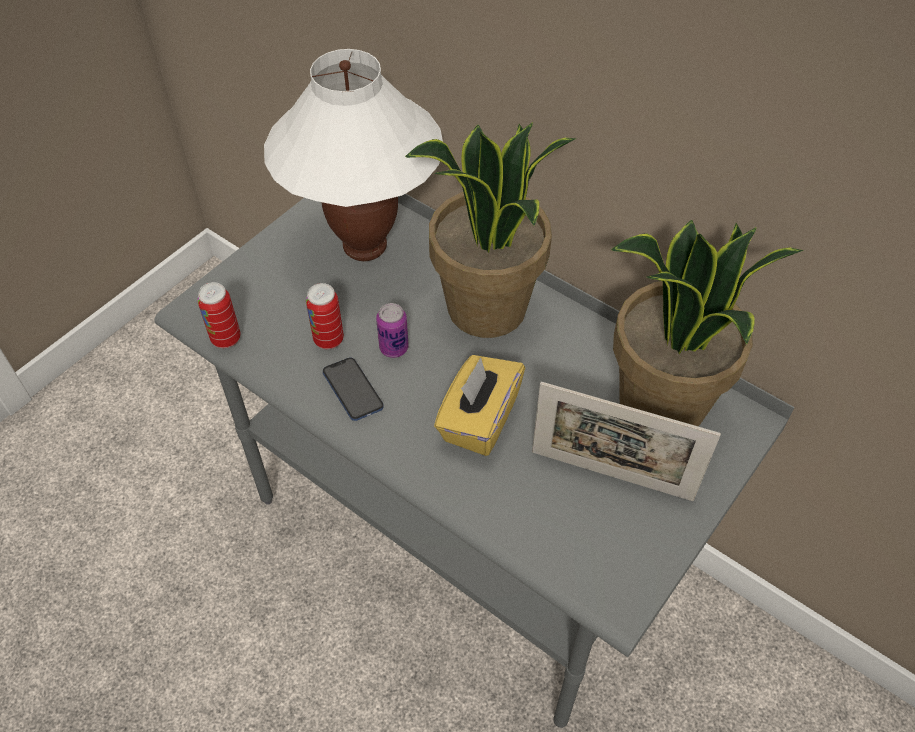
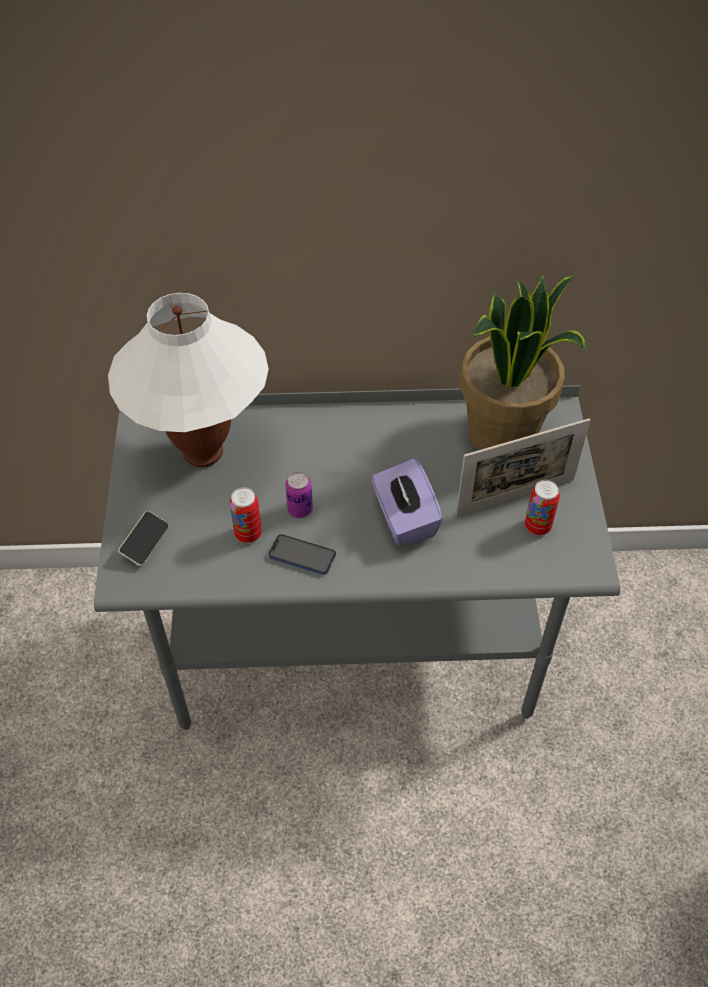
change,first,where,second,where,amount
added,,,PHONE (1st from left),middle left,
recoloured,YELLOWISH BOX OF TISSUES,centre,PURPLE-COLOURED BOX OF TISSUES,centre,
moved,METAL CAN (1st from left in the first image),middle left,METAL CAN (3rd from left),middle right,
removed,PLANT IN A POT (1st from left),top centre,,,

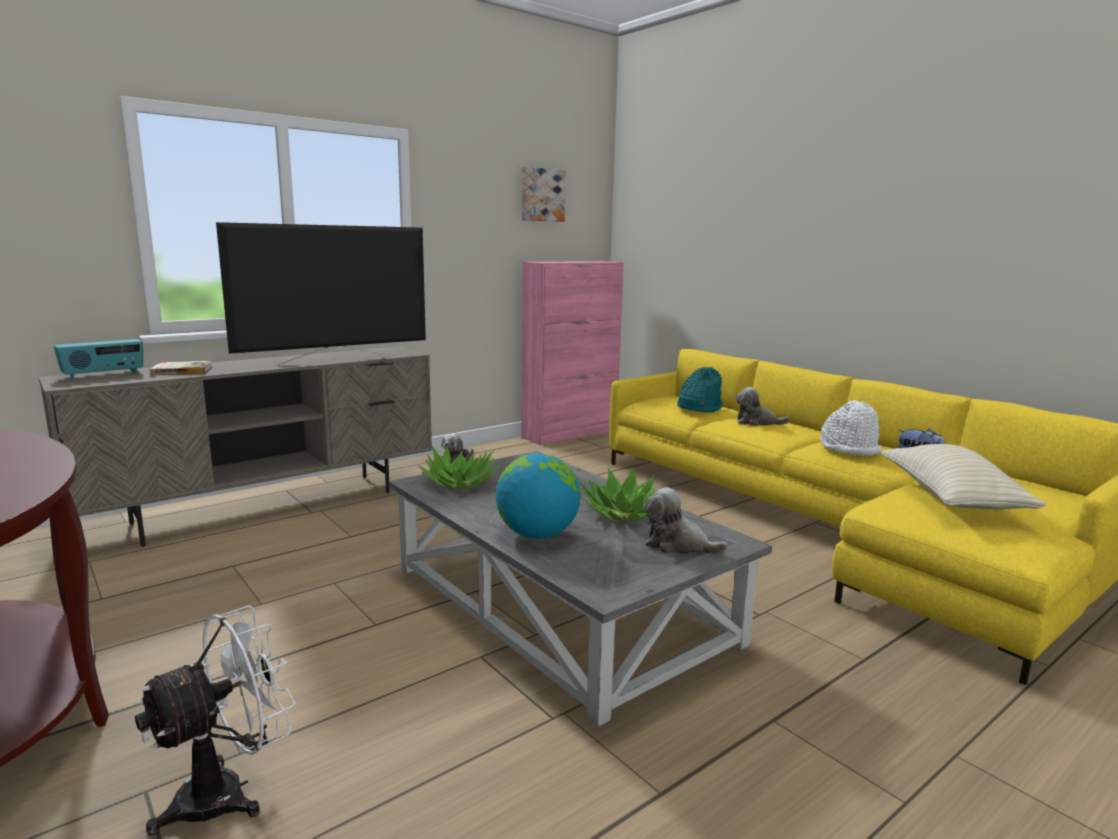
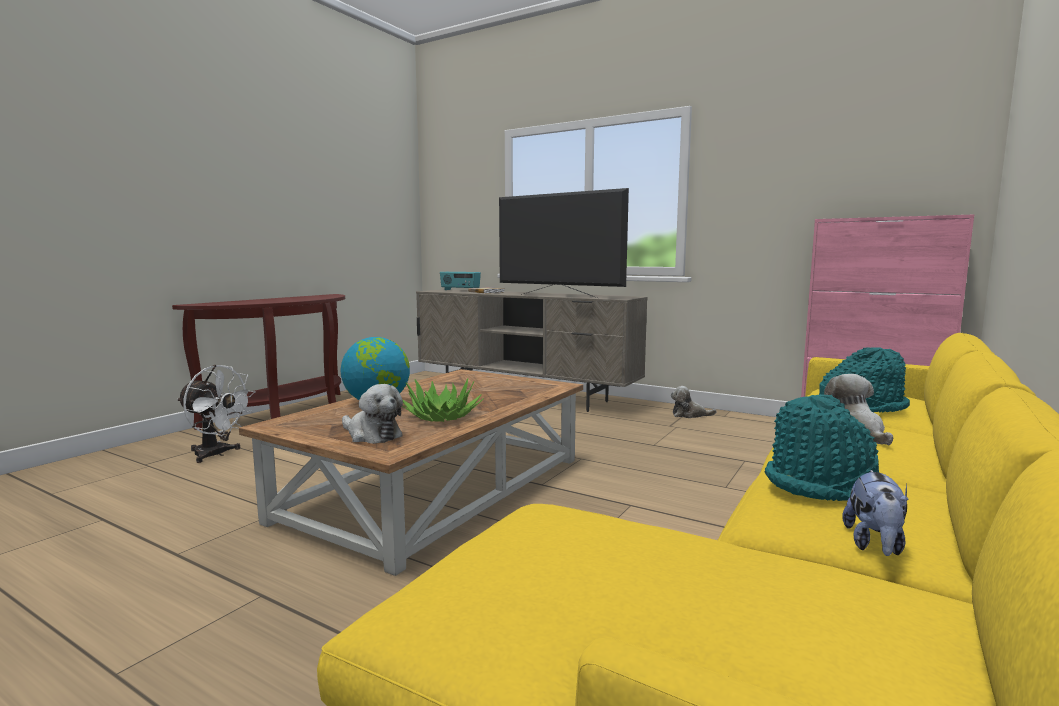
change,first,where,second,where,amount
recoloured,GREY LOW TABLE,bottom centre,BROWN LOW TABLE,bottom centre,
turned,CUDDLY TOY (2nd from left in the first image),centre,CUDDLY TOY (1st from left),centre,120 degrees clockwise
recoloured,WHITE-COLOURED HAT,middle right,BLUE-GREEN HAT (1st from left),middle right,
removed,PLANT IN A POT (1st from left),centre,,,
removed,PICTURE,top centre,,,
removed,BEIGE-COLOURED PILLOW,middle right,,,

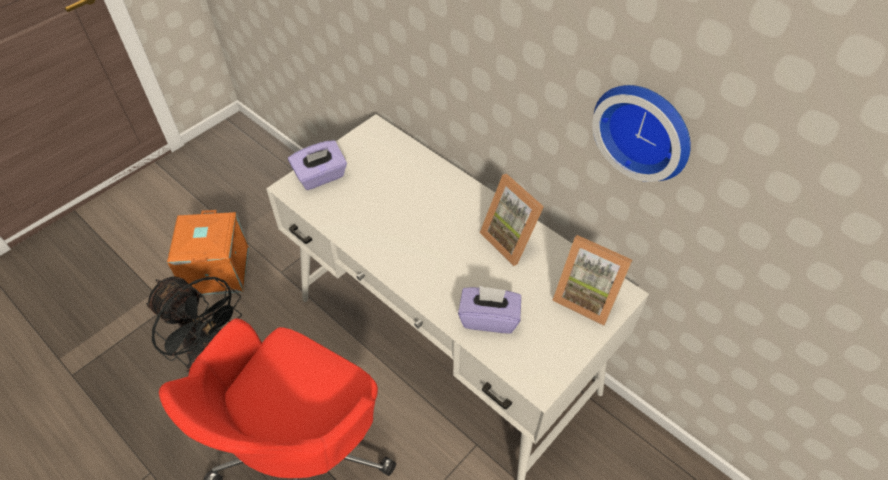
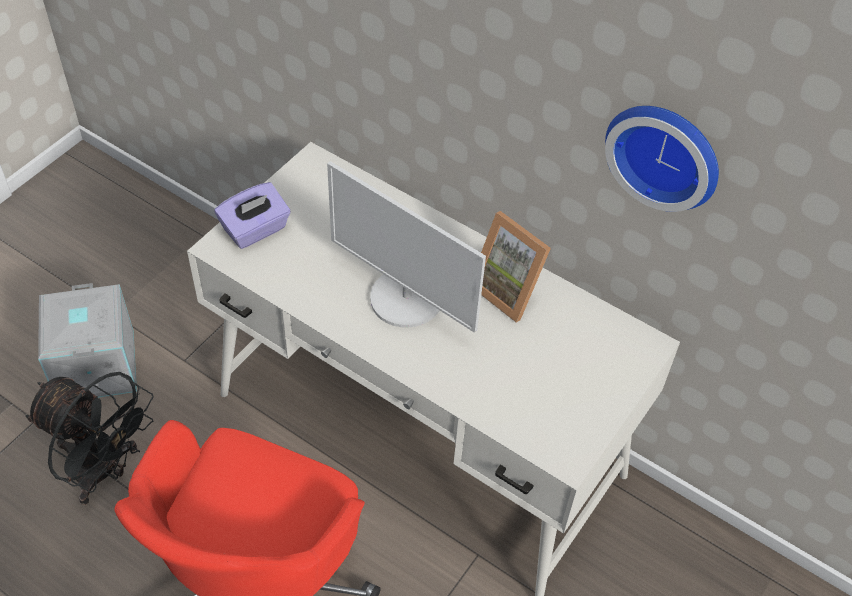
change,first,where,second,where,amount
recoloured,ORANGE STORAGE BOX,middle left,GREY STORAGE BOX,middle left,
added,,,COMPUTER SCREEN,centre,
removed,PURPLE-COLOURED BOX OF TISSUES (2nd from left),centre,,,
removed,STANDING FRAME (2nd from left),middle right,,,

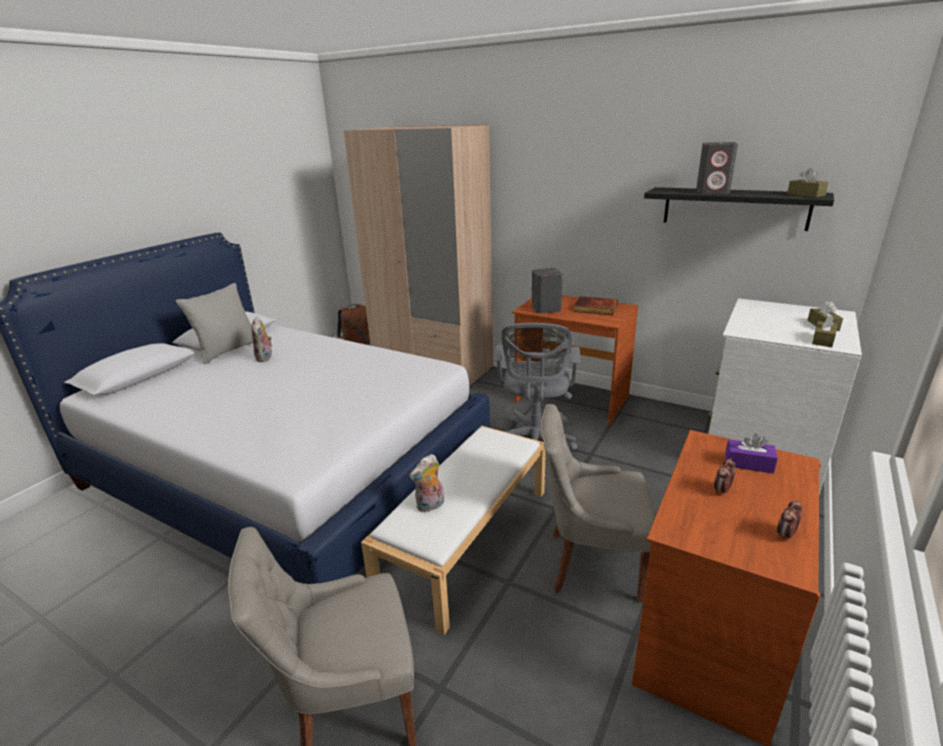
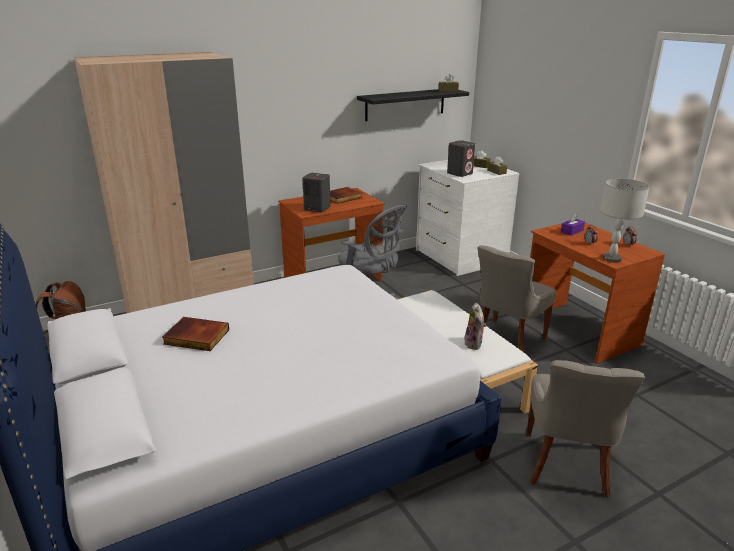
change,first,where,second,where,amount
replaced,CUDDLY TOY (1st from left),middle left,VOLUME (1st from left),middle left,
moved,GREY SPEAKER (2nd from left),top right,,top centre,
added,,,GREY LAMP FOR A TABLE,middle right,
removed,GREY PILLOW,middle left,,,

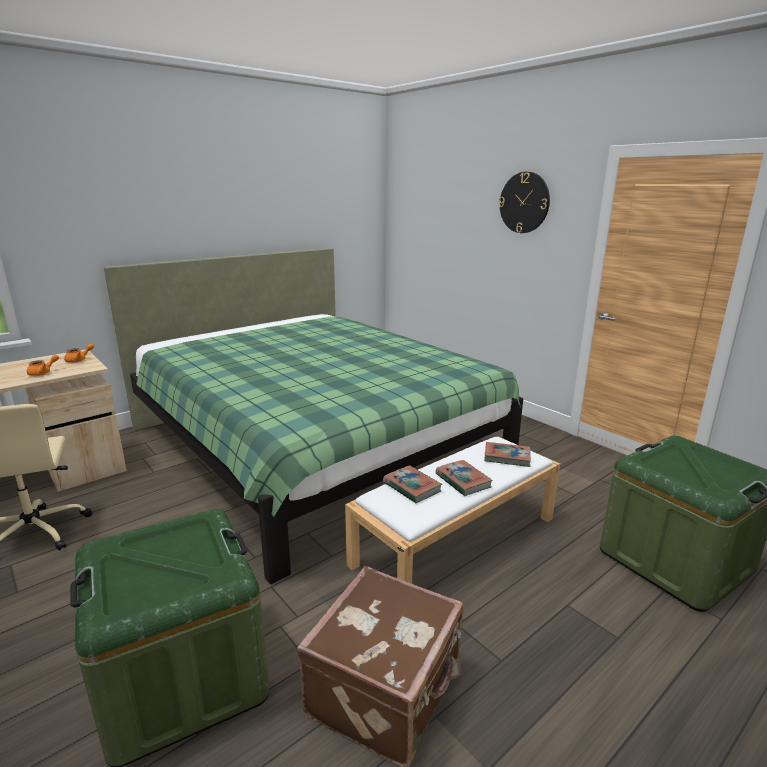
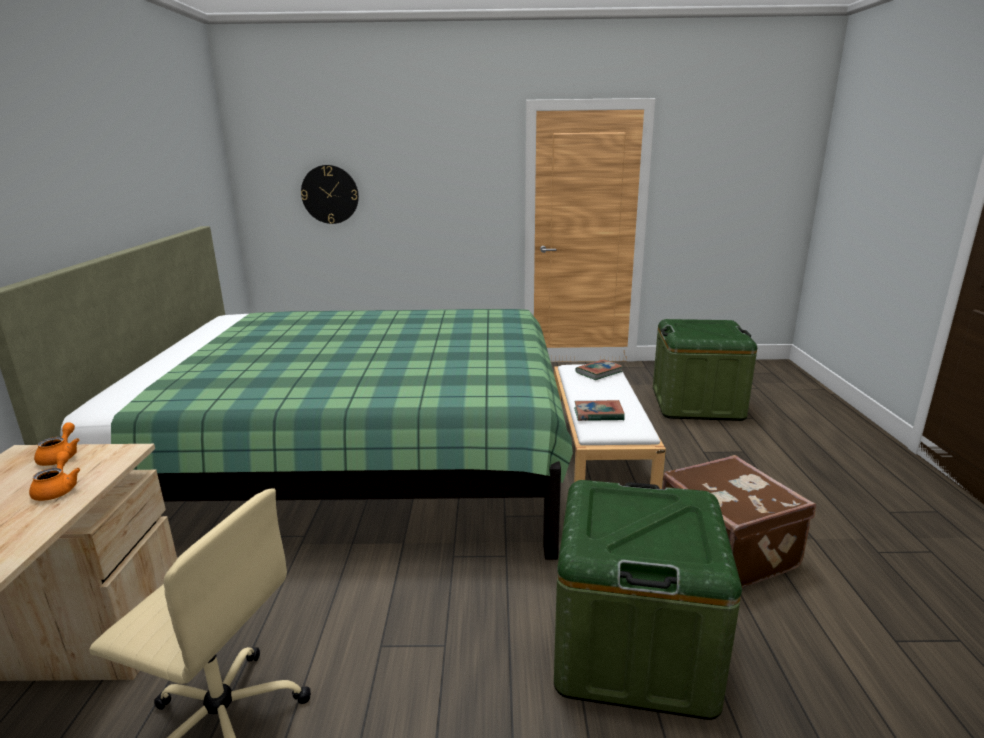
change,first,where,second,where,amount
moved,CLOCK ON THE WALL,top right,,top centre,
removed,VOLUME (2nd from left),centre,,,

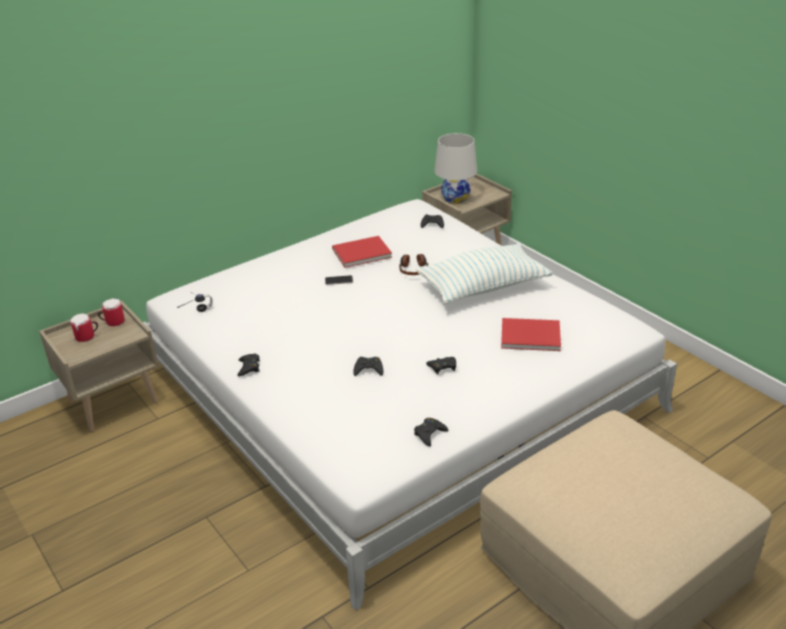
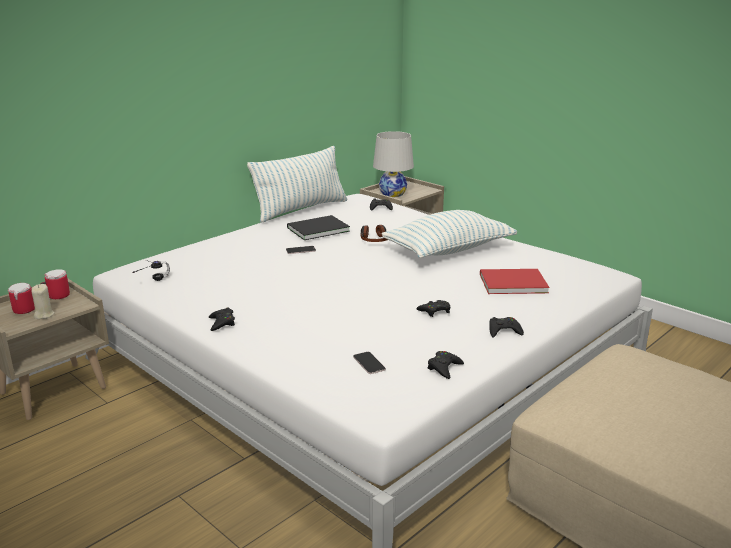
change,first,where,second,where,amount
added,,,BEIGE-COLOURED WAX LIGHT,middle left,
added,,,PILLOW (1st from left),centre,
recoloured,RED-COLOURED VOLUME (1st from left),centre,BLACK VOLUME,centre,
added,,,PHONE (2nd from left),centre,
moved,BLACK GAME CONTROLLER (2nd from left in the first image),centre,BLACK GAME CONTROLLER (5th from left),middle right,

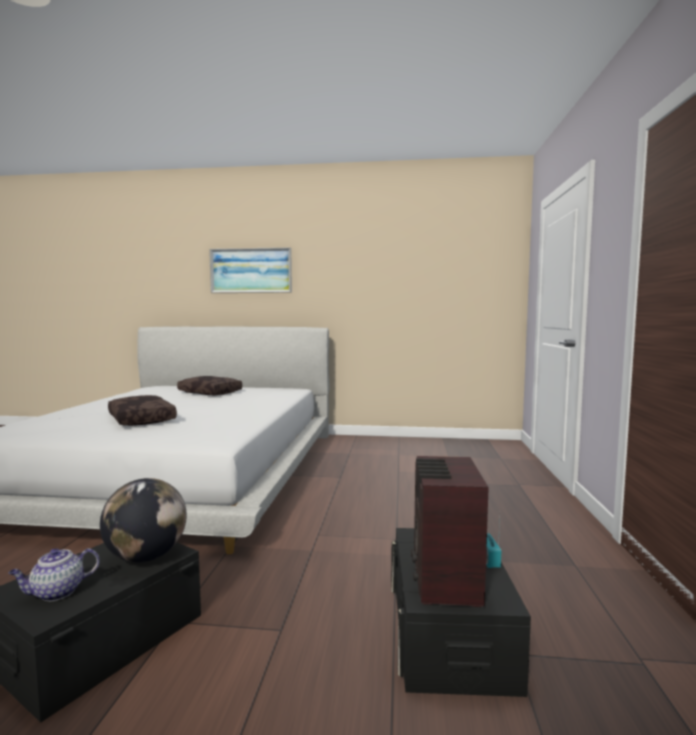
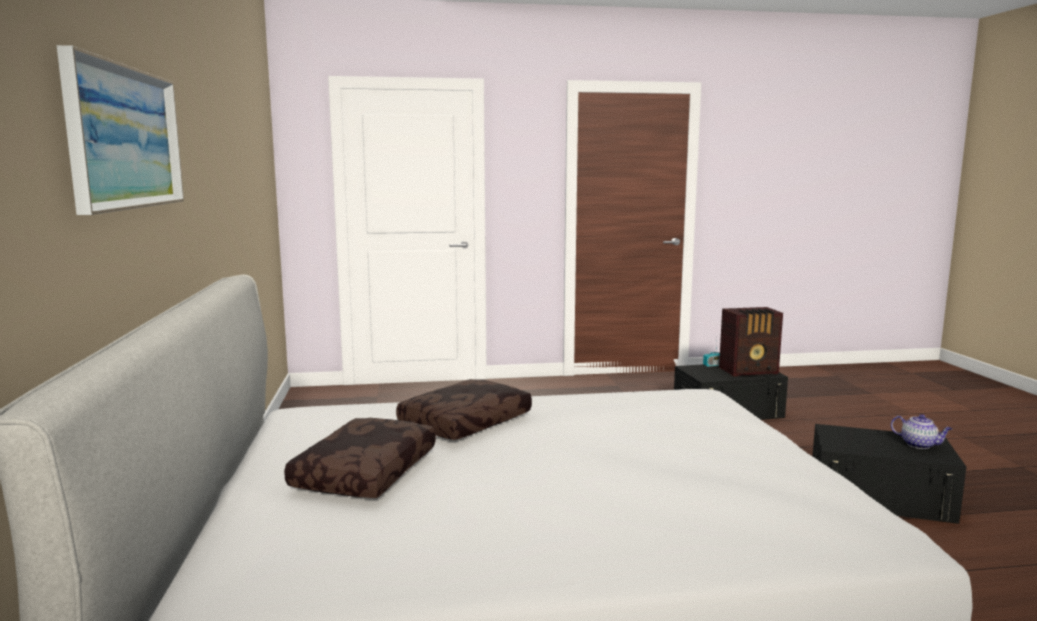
change,first,where,second,where,amount
moved,BROWN PILLOW (1st from left in the first image),middle left,BROWN PILLOW (2nd from left),centre,
removed,GLOBE,bottom left,,,

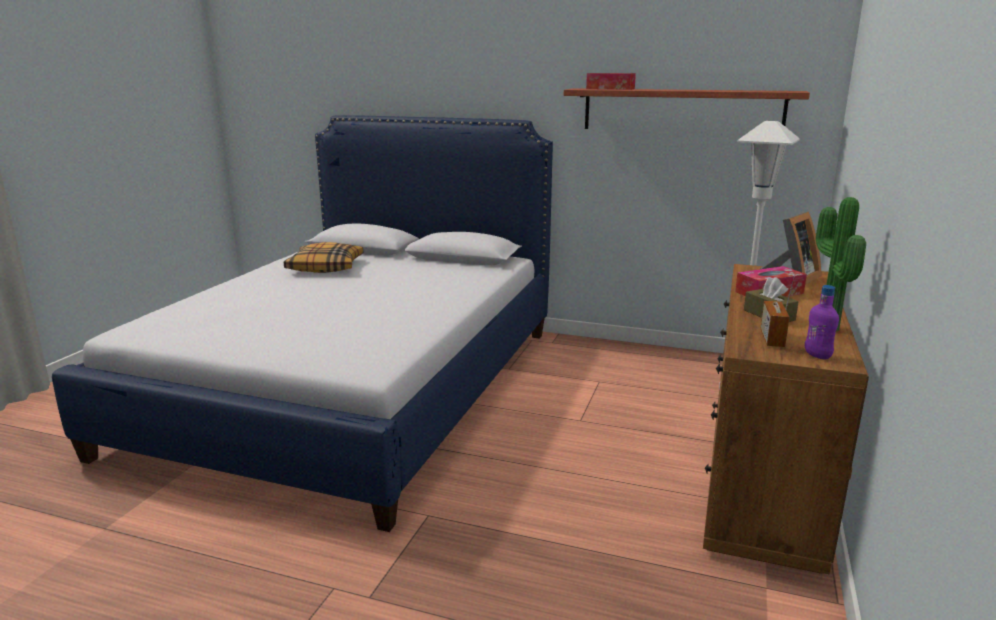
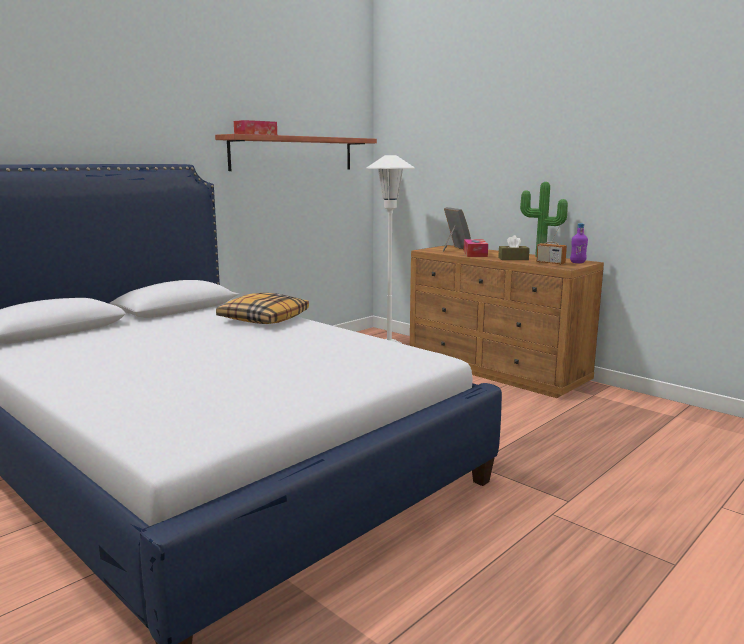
change,first,where,second,where,amount
moved,PILLOW,middle left,,centre,

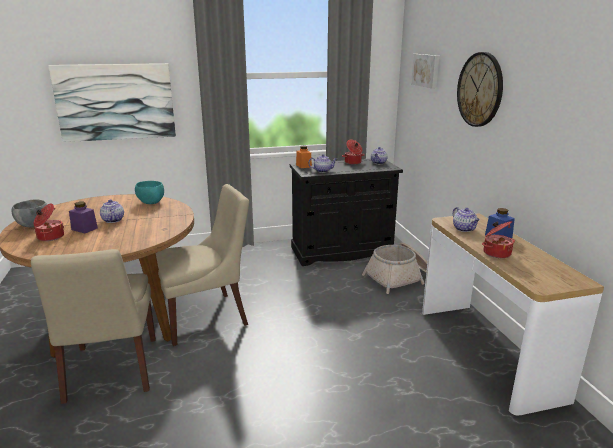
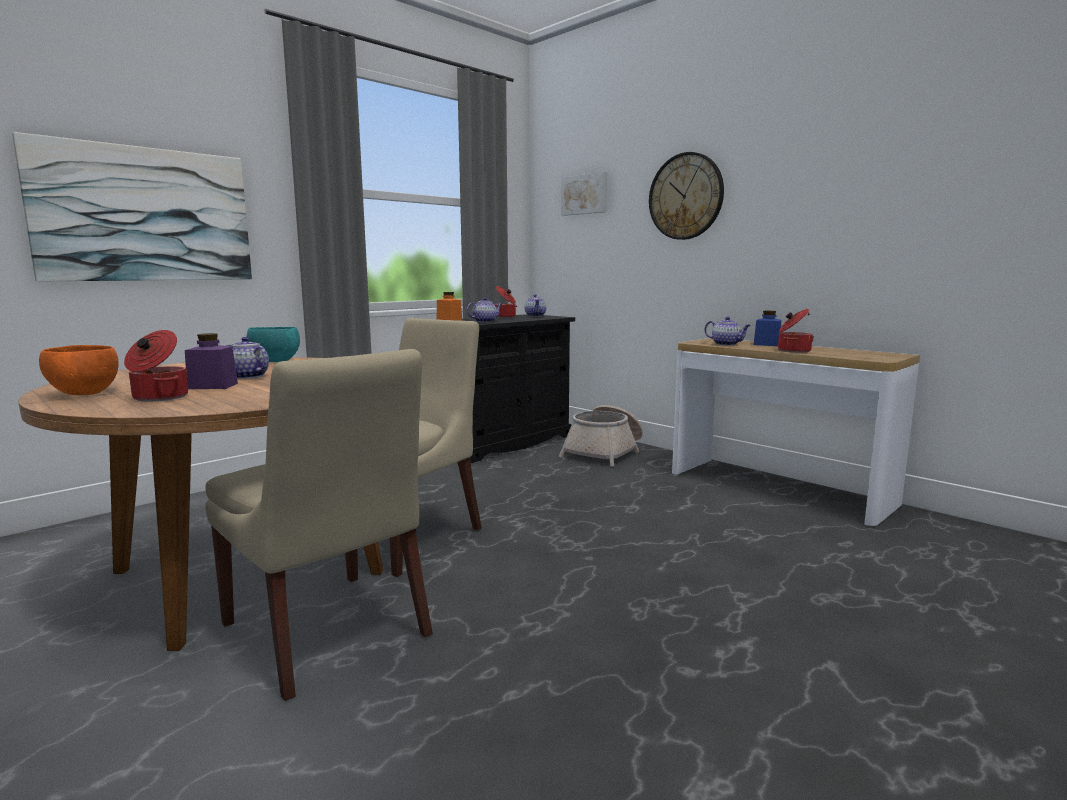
change,first,where,second,where,amount
recoloured,GREY SERVING BOWL,middle left,ORANGE SERVING BOWL,middle left,

